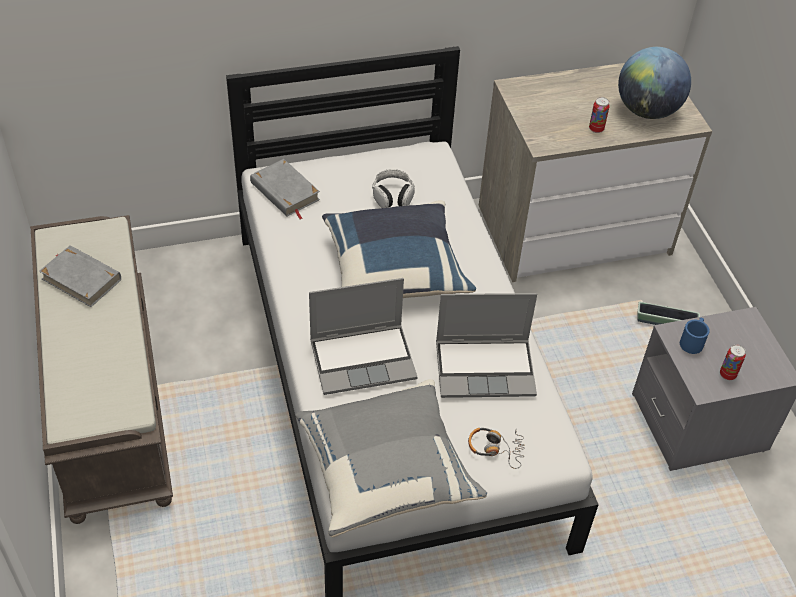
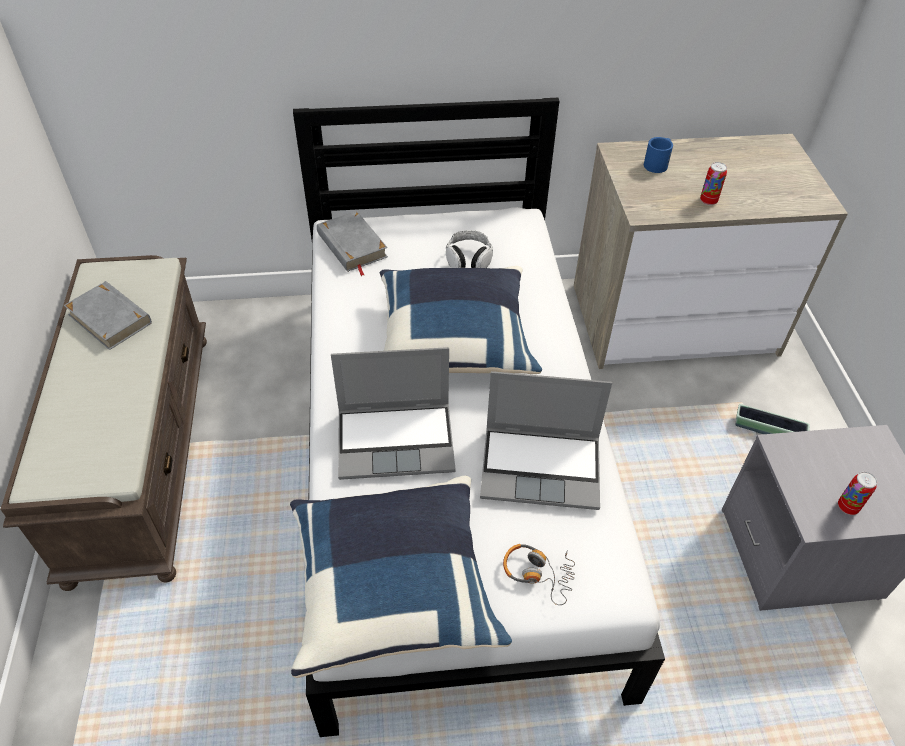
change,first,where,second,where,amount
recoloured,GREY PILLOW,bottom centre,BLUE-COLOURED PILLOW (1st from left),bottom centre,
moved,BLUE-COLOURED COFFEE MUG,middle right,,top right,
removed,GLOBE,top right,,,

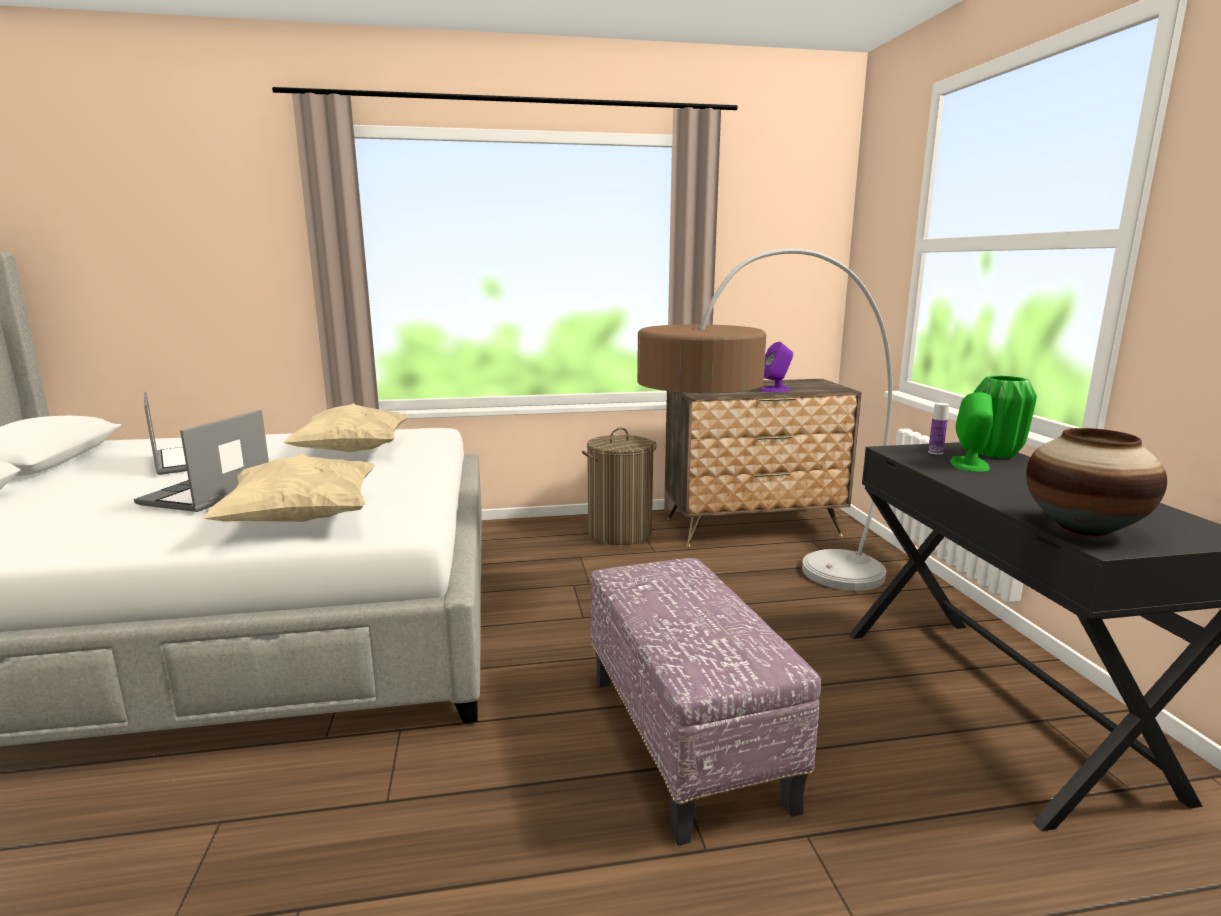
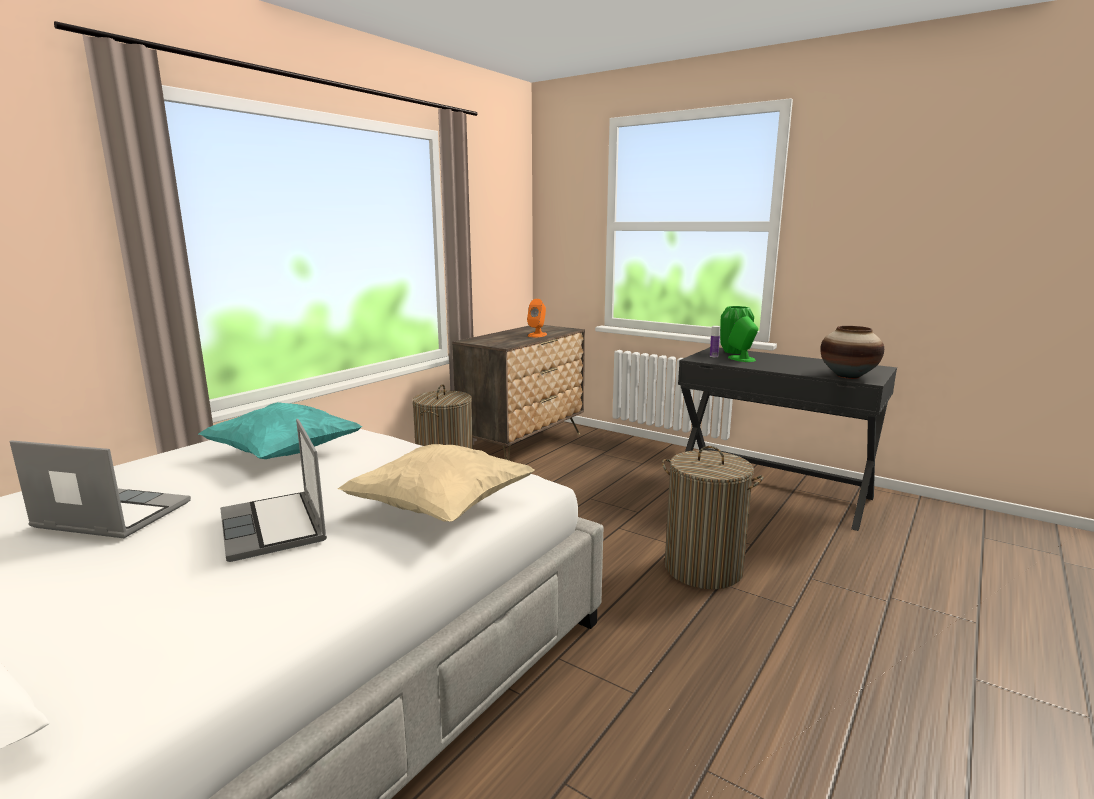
change,first,where,second,where,amount
recoloured,BEIGE-COLOURED PILLOW (2nd from left),middle left,BLUE-GREEN PILLOW,middle left,
recoloured,PURPLE-COLOURED SPEAKER,centre,ORANGE SPEAKER,centre,
replaced,POUFFE,bottom centre,LAUNDRY BASKET (2nd from left),centre,
removed,FLOOR LAMP,centre,,,

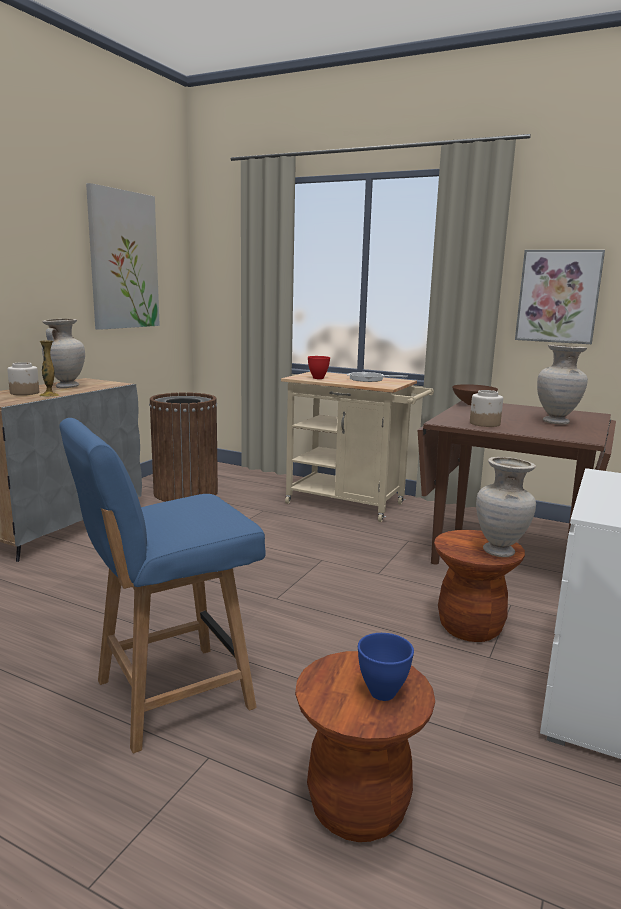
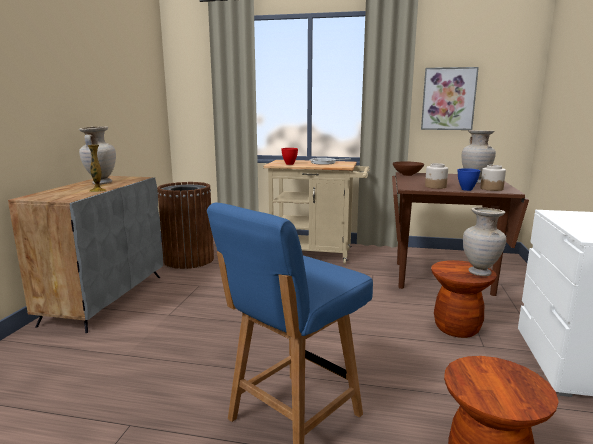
change,first,where,second,where,amount
moved,BLUE-COLOURED SERVING BOWL,bottom centre,,middle right,
moved,STORAGE JAR (1st from left in the first image),middle left,STORAGE JAR (2nd from left),middle right,
removed,PICTURE (1st from left),top left,,,

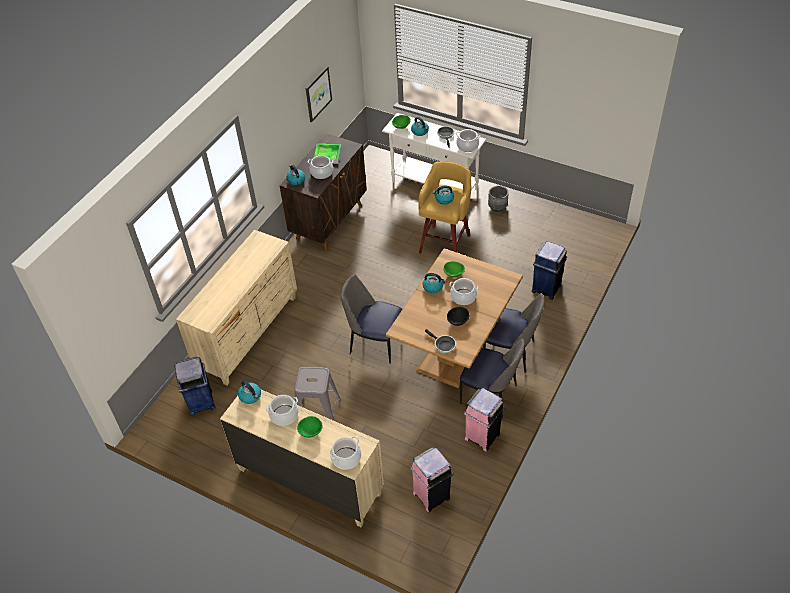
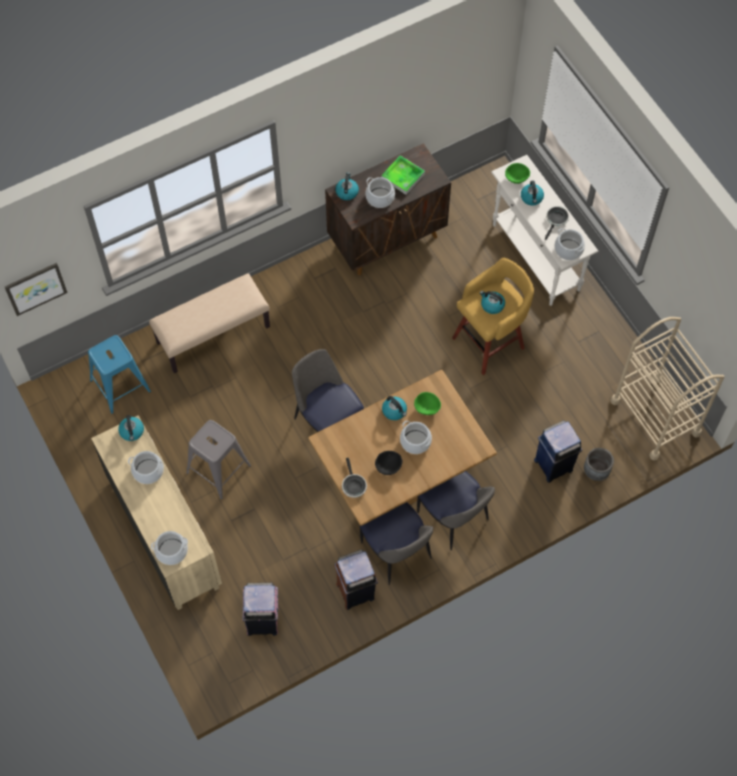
change,first,where,second,where,amount
moved,PICTURE,top centre,,middle left,
replaced,BLUE-COLOURED WASTE BIN (1st from left),middle left,BLUE-COLOURED STOOL SEAT,middle left,
replaced,BEIGE-COLOURED CHEST OF DRAWERS (1st from left),middle left,BEIGE-COLOURED BENCH,middle left,
recoloured,PINK WASTE BIN (2nd from left),bottom centre,BROWN WASTE BIN,bottom centre,
moved,GREY FLOWER POT,centre,,middle right,
added,,,BEIGE-COLOURED WHEELED CART,middle right,
removed,GREENISH SERVING BOWL (1st from left),bottom centre,,,

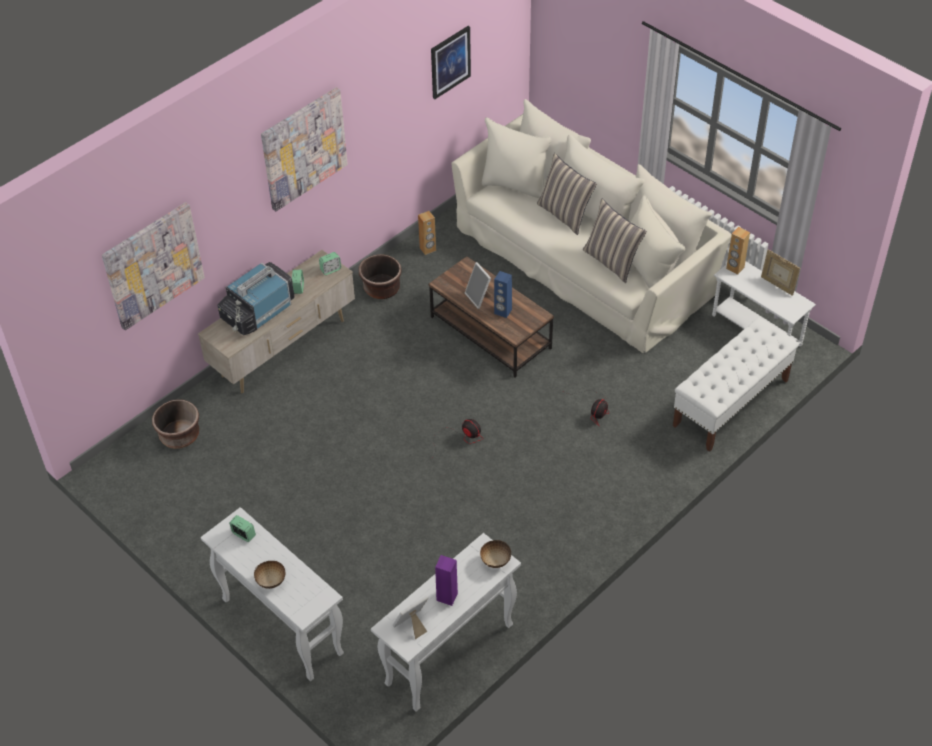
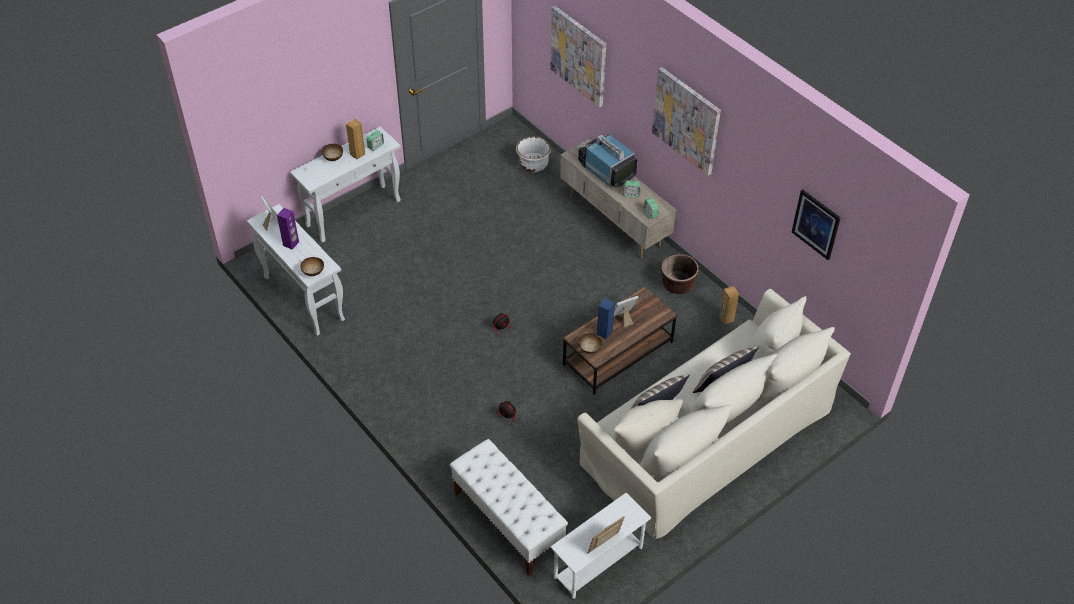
change,first,where,second,where,amount
moved,BROWN SPEAKER (2nd from left in the first image),middle right,BROWN SPEAKER (1st from left),top left,
recoloured,BROWN FLOWER POT (1st from left),middle left,WHITE-COLOURED FLOWER POT,top centre,
added,,,SERVING BOWL (3rd from left),centre,

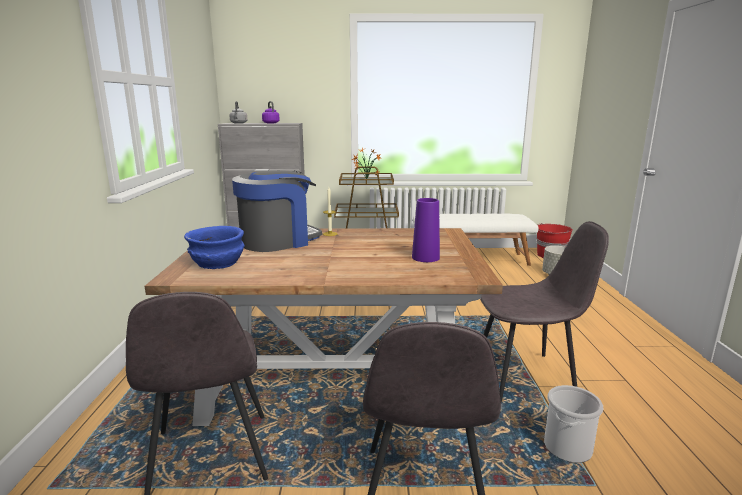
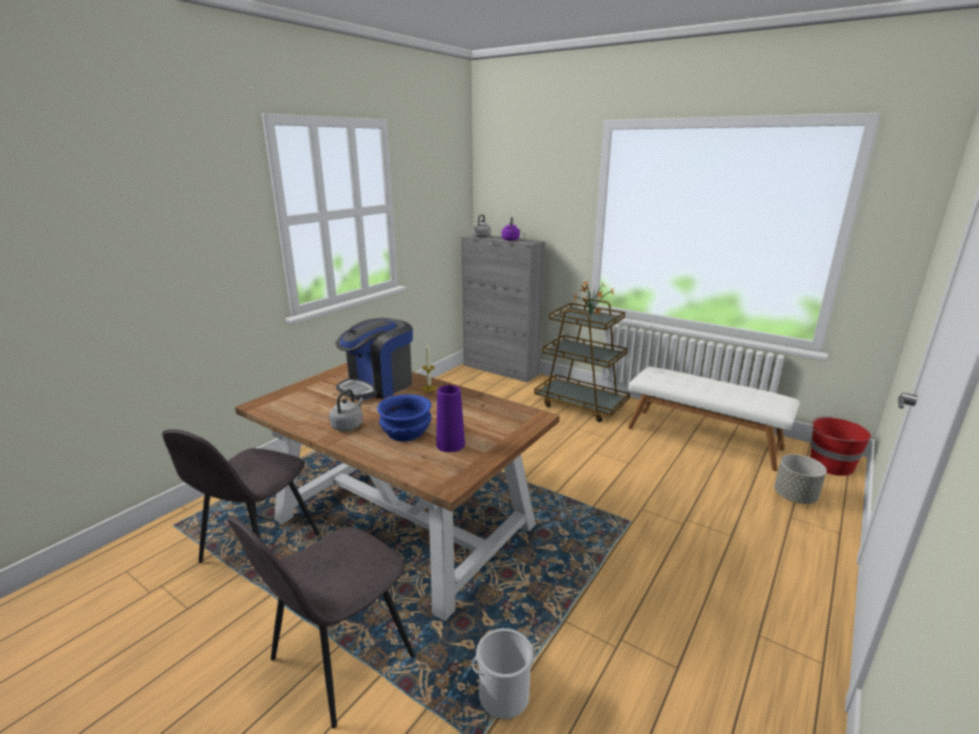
change,first,where,second,where,amount
added,,,GREY TEA KETTLE (1st from left),centre,
turned,COFFEE MAKER,centre,,centre,135 degrees clockwise
moved,BLUE-COLOURED SERVING BOWL,middle left,,centre,
removed,GREY UPRIGHT CHAIR (3rd from left),middle right,,,

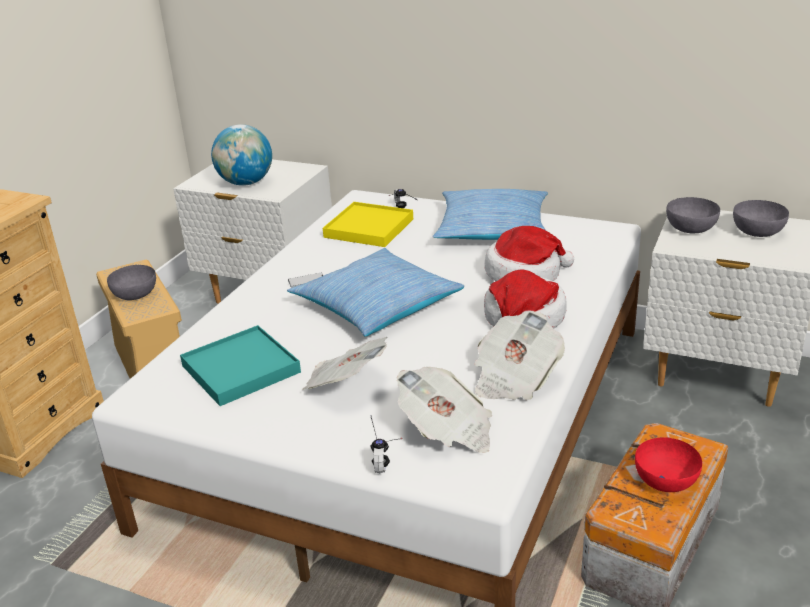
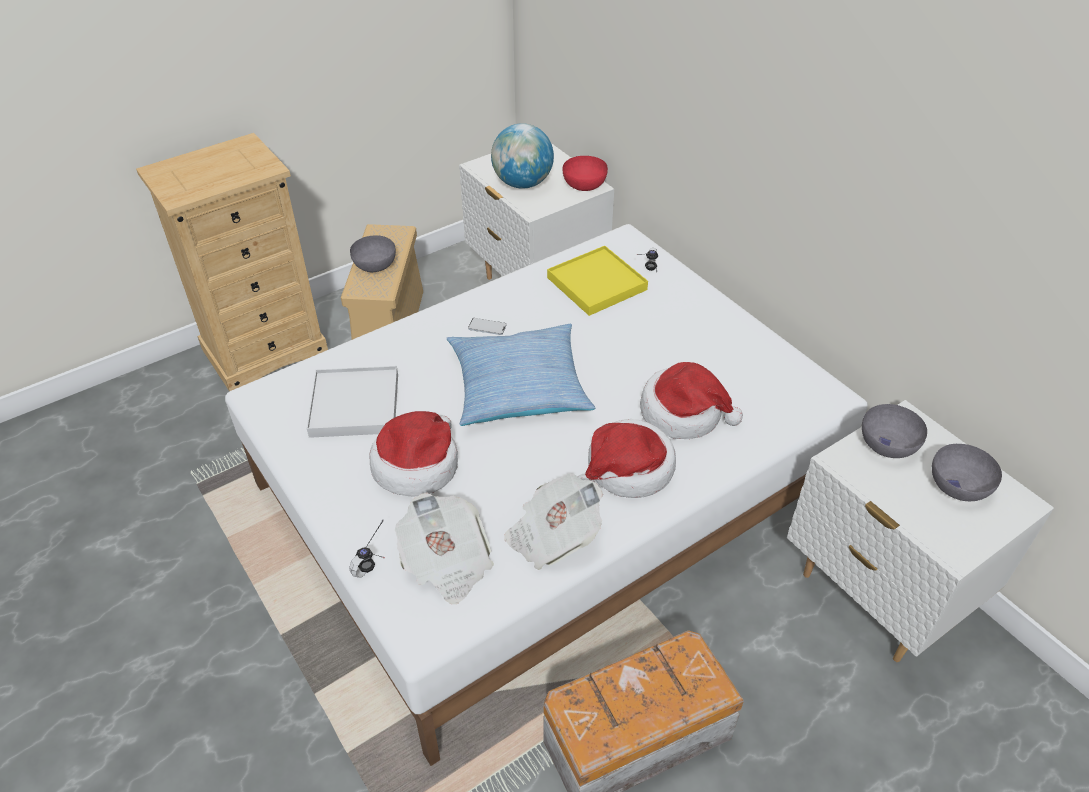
change,first,where,second,where,amount
recoloured,BLUE-GREEN SERVING TRAY,middle left,WHITE-COLOURED SERVING TRAY,middle left,
replaced,PRINTED PAPER (1st from left),centre,HAT (1st from left),centre,
moved,RED-COLOURED SERVING BOWL,bottom right,,top centre,
removed,PILLOW (2nd from left),centre,,,

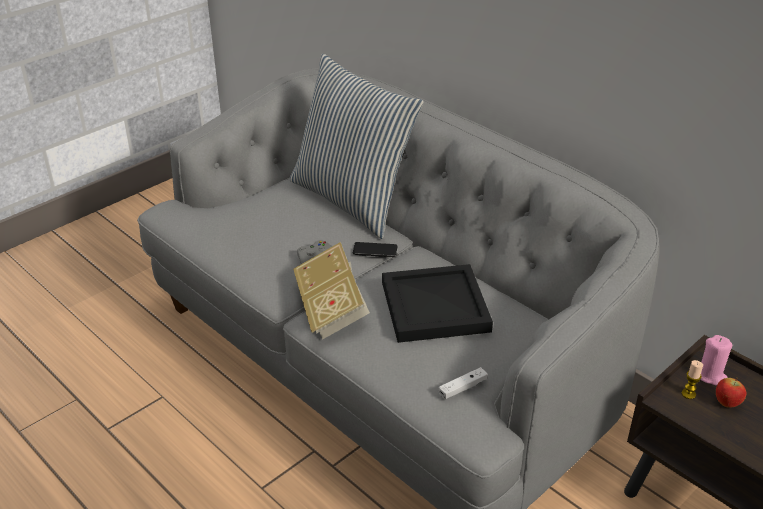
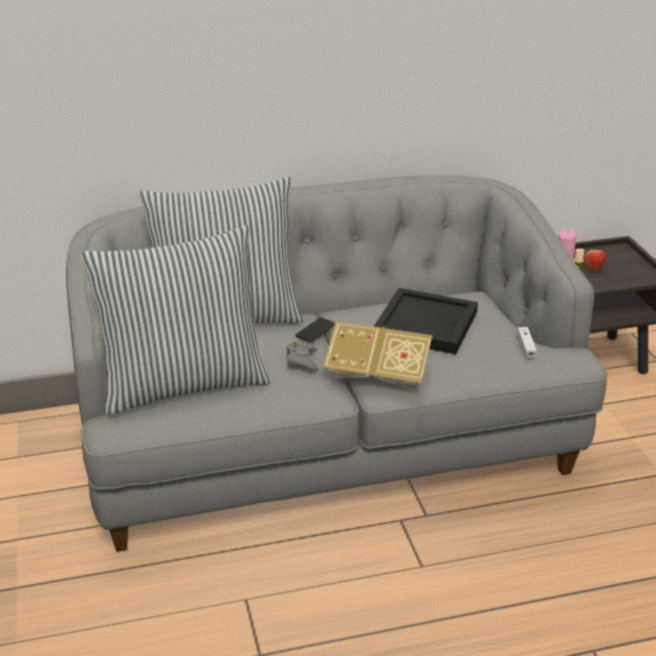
change,first,where,second,where,amount
added,,,PILLOW (1st from left),middle left,

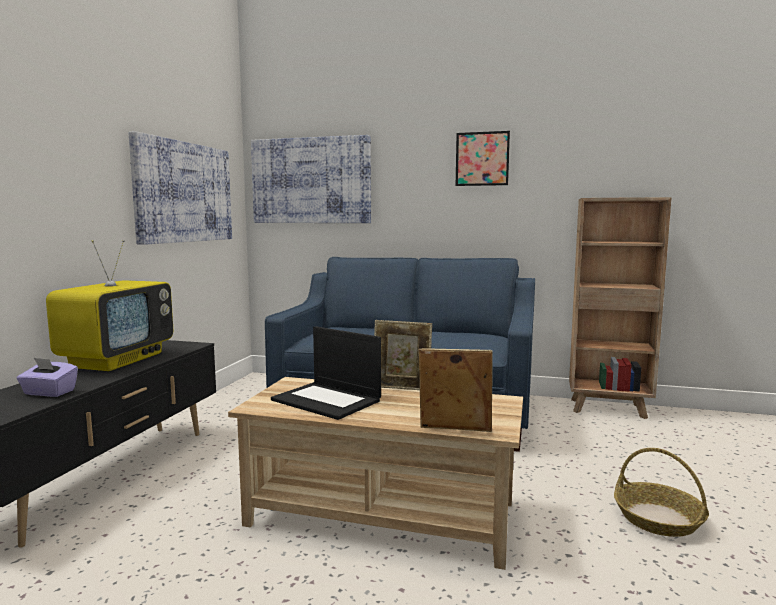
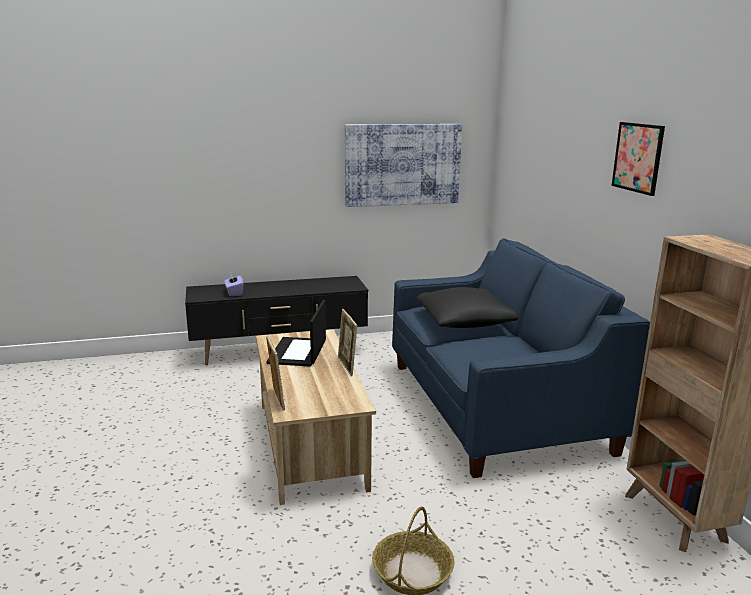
change,first,where,second,where,amount
added,,,BLACK PILLOW,centre,
removed,TV,middle left,,,
removed,PICTURE (2nd from left),top centre,,,

